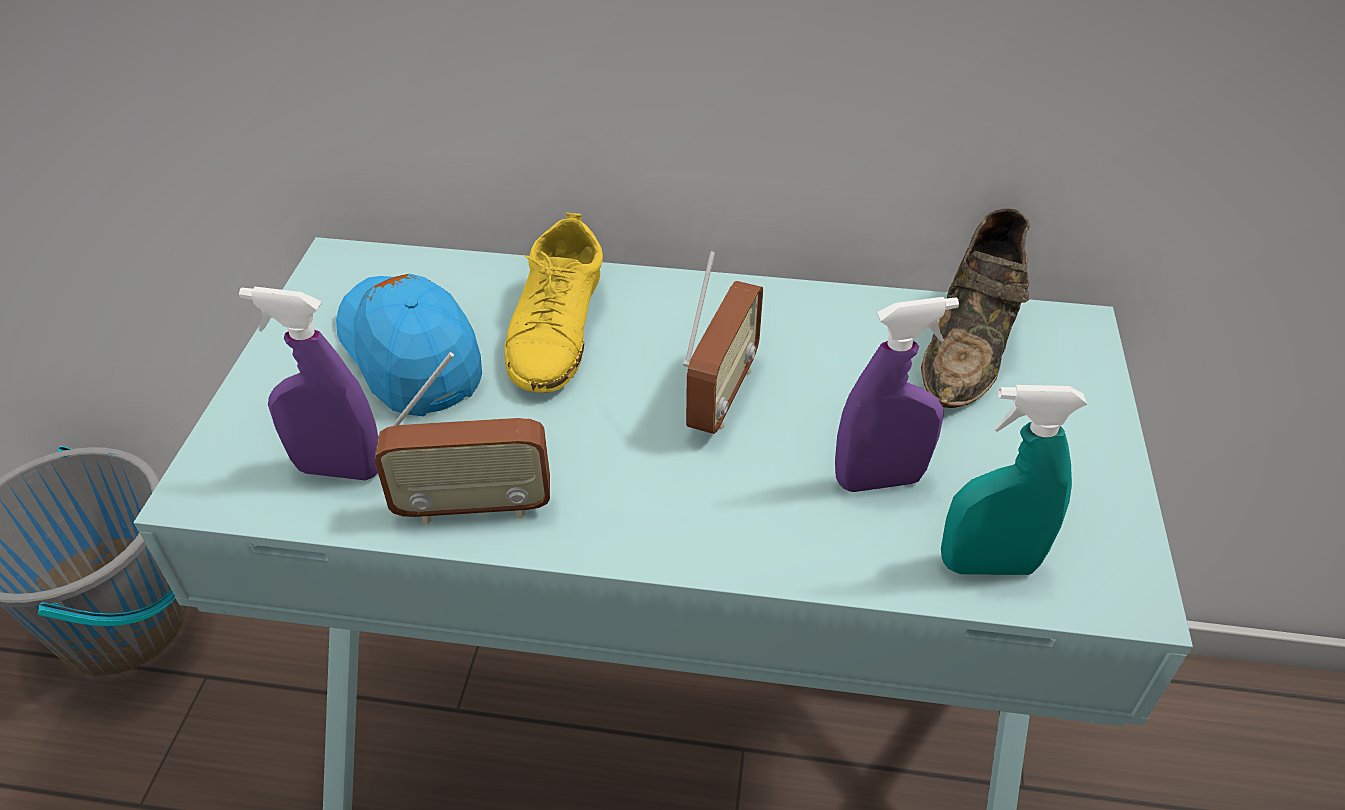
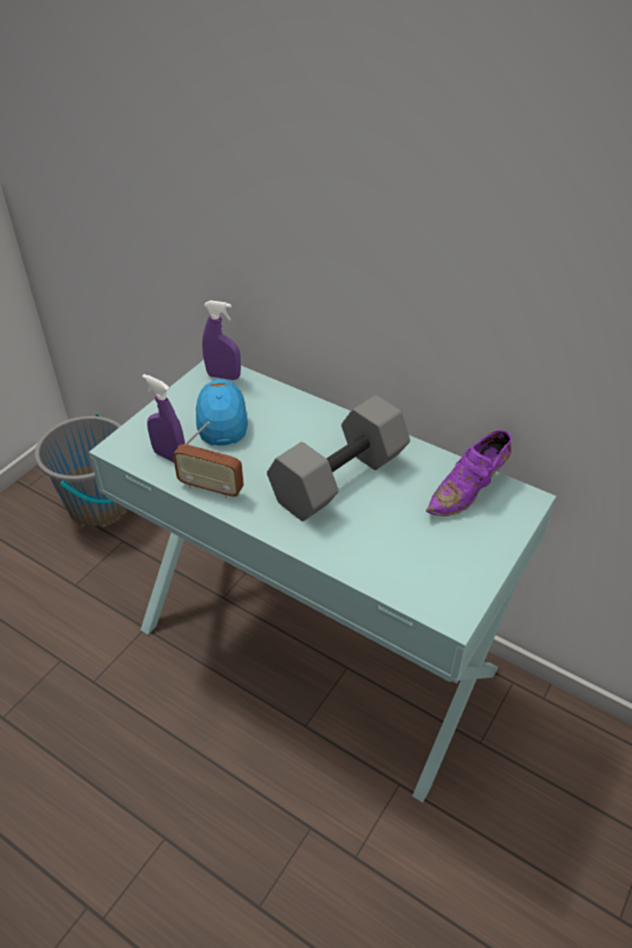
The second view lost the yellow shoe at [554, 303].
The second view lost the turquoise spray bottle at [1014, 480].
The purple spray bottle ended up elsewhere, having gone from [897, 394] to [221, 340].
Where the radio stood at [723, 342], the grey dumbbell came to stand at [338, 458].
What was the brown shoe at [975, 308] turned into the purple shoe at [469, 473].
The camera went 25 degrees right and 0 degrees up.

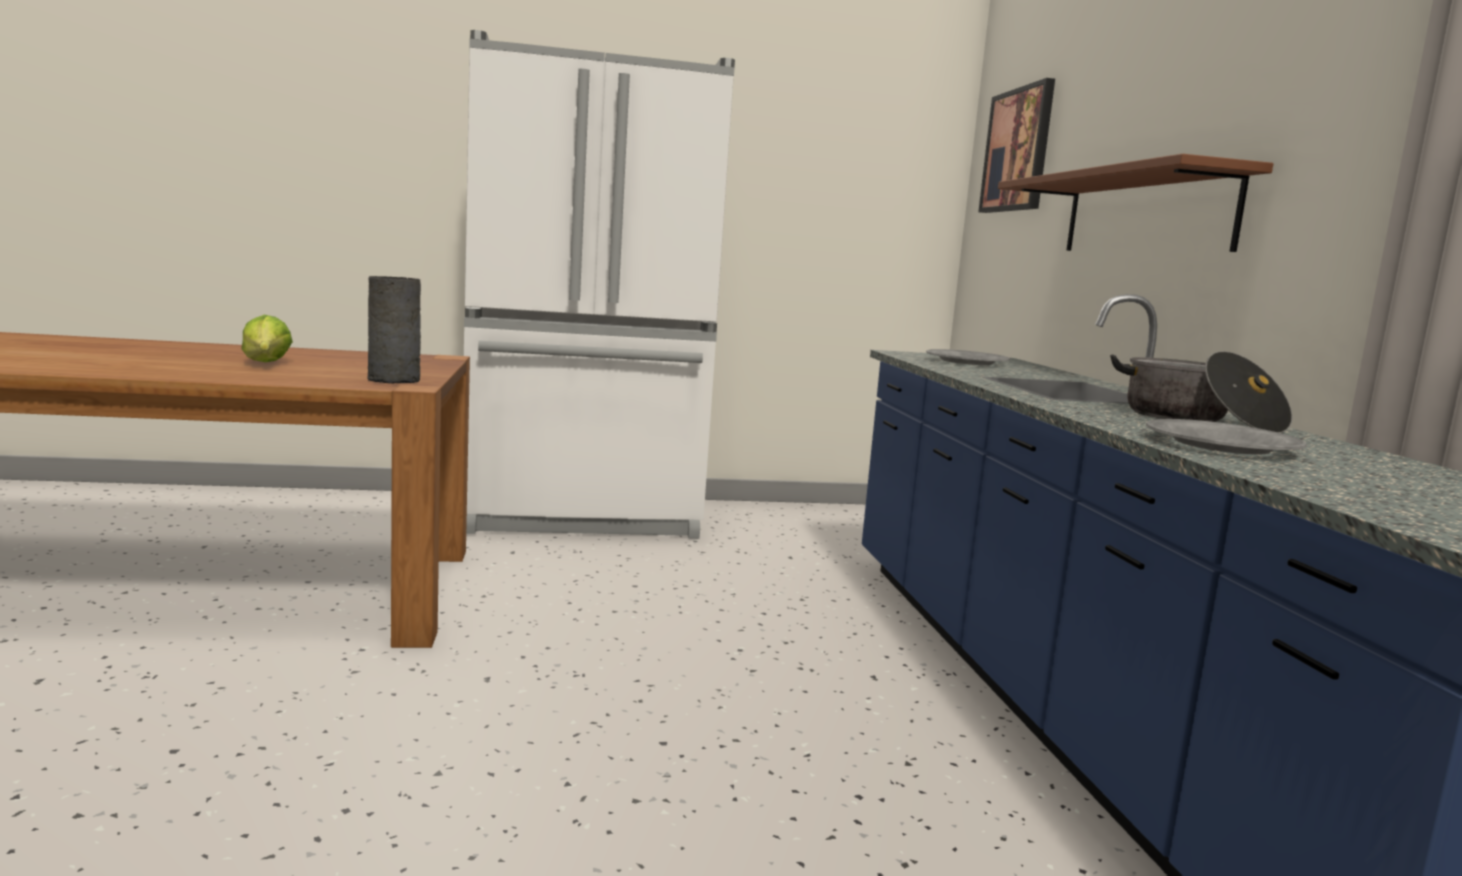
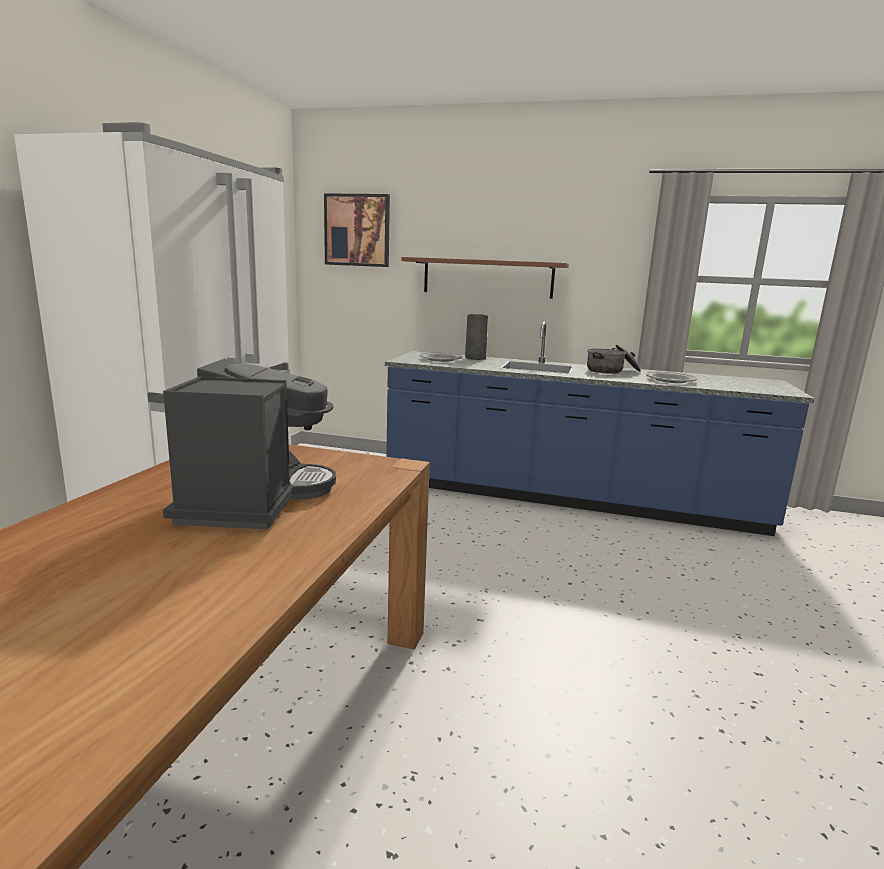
The grey vase ended up elsewhere, having gone from [394, 330] to [476, 337].
Where the lettuce stood at [267, 338], the coffee machine came to stand at [249, 444].
The camera went 65 degrees left and 5 degrees up.

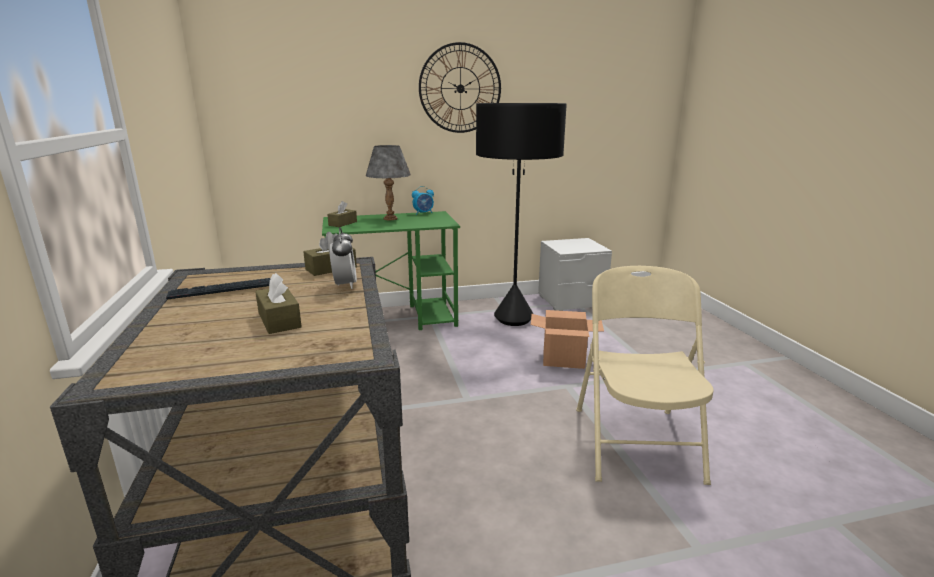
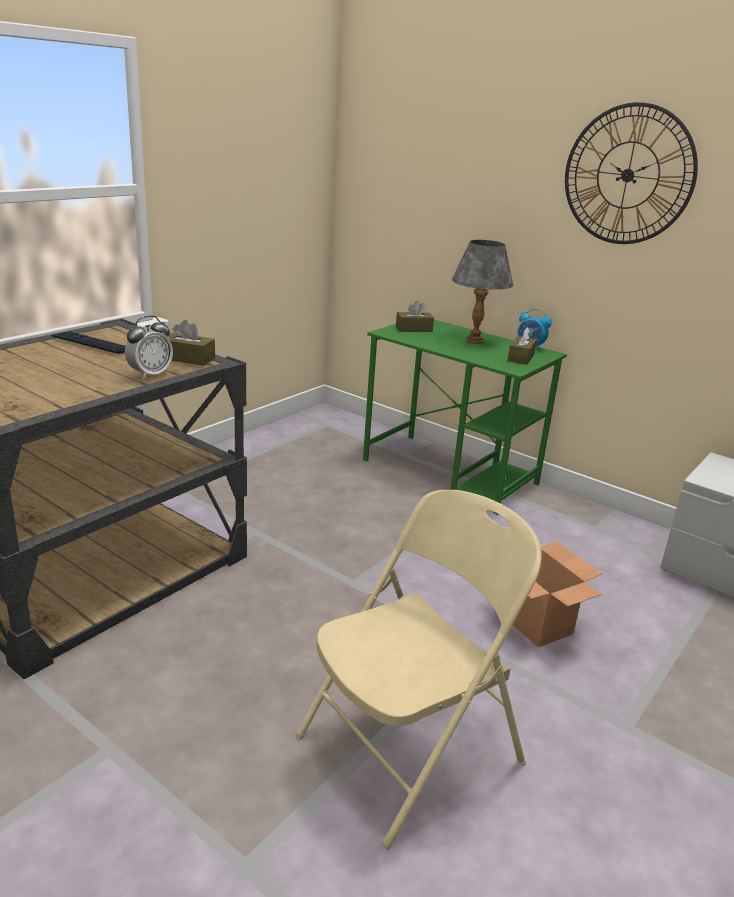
The second view lost the black floor lamp at [521, 214].
The brown tissue box ended up elsewhere, having gone from [278, 303] to [522, 346].
The camera went 50 degrees right and 5 degrees up.

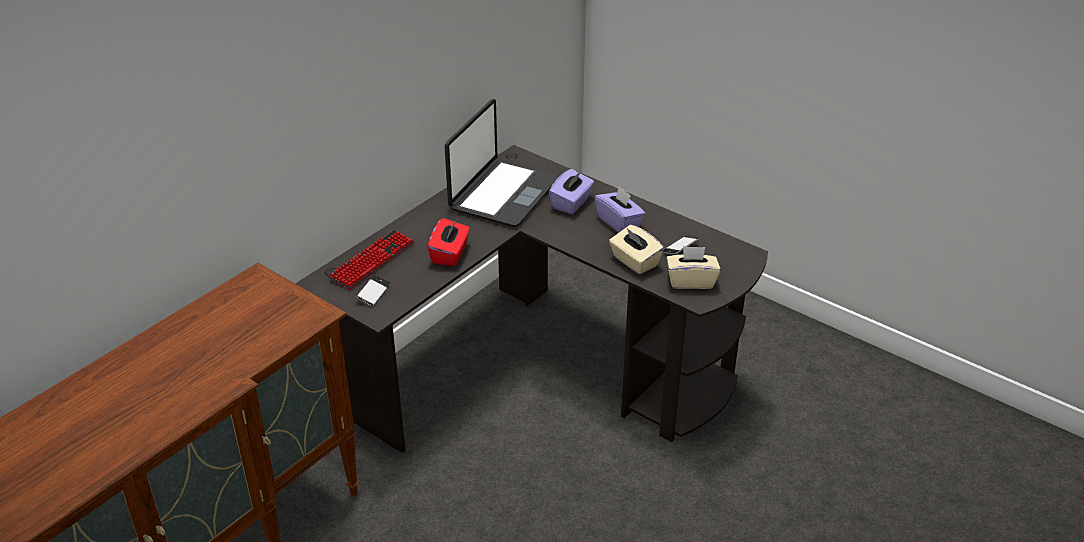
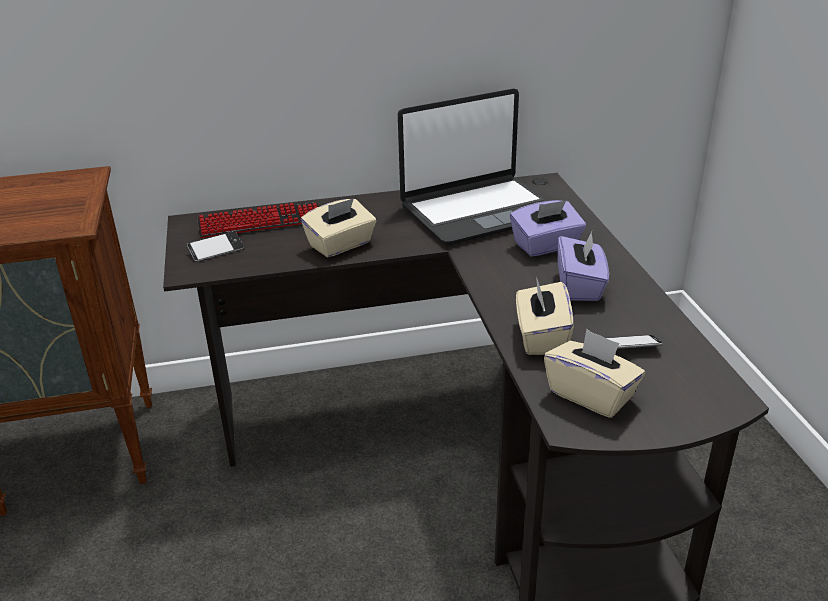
What was the red tissue box at [448, 242] turned into the beige tissue box at [338, 228].
The camera went 40 degrees right and 5 degrees down.

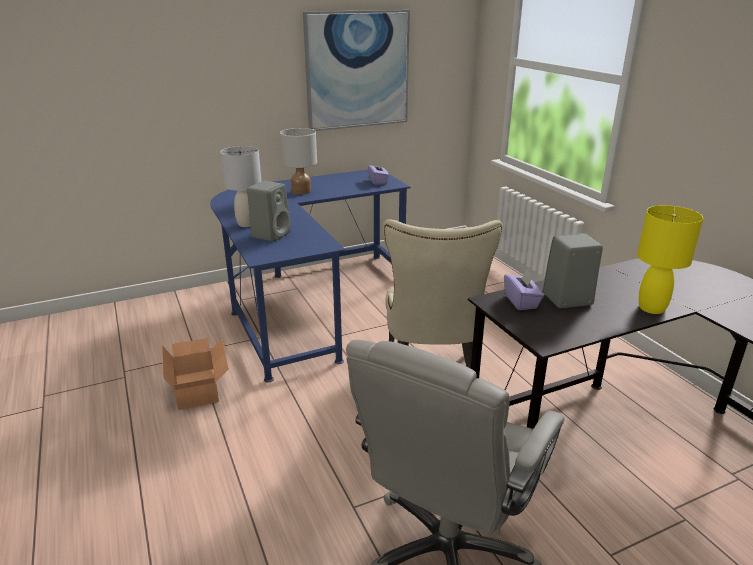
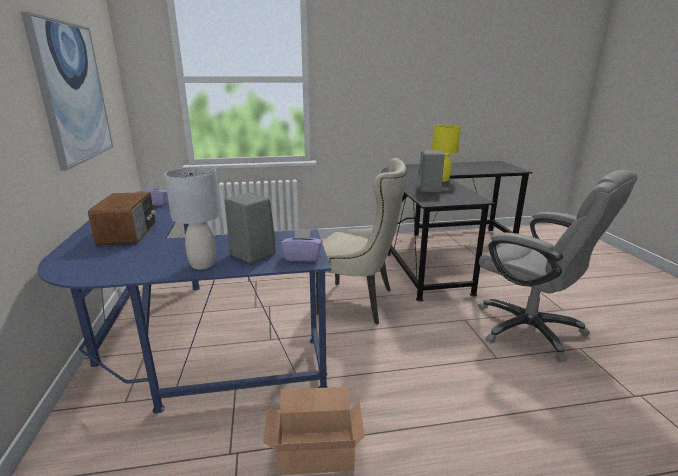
The purple tissue box ended up elsewhere, having gone from [524, 289] to [301, 245].
Where the grey table lamp stood at [298, 161], the radio came to stand at [122, 218].
The camera went 75 degrees left and 5 degrees down.

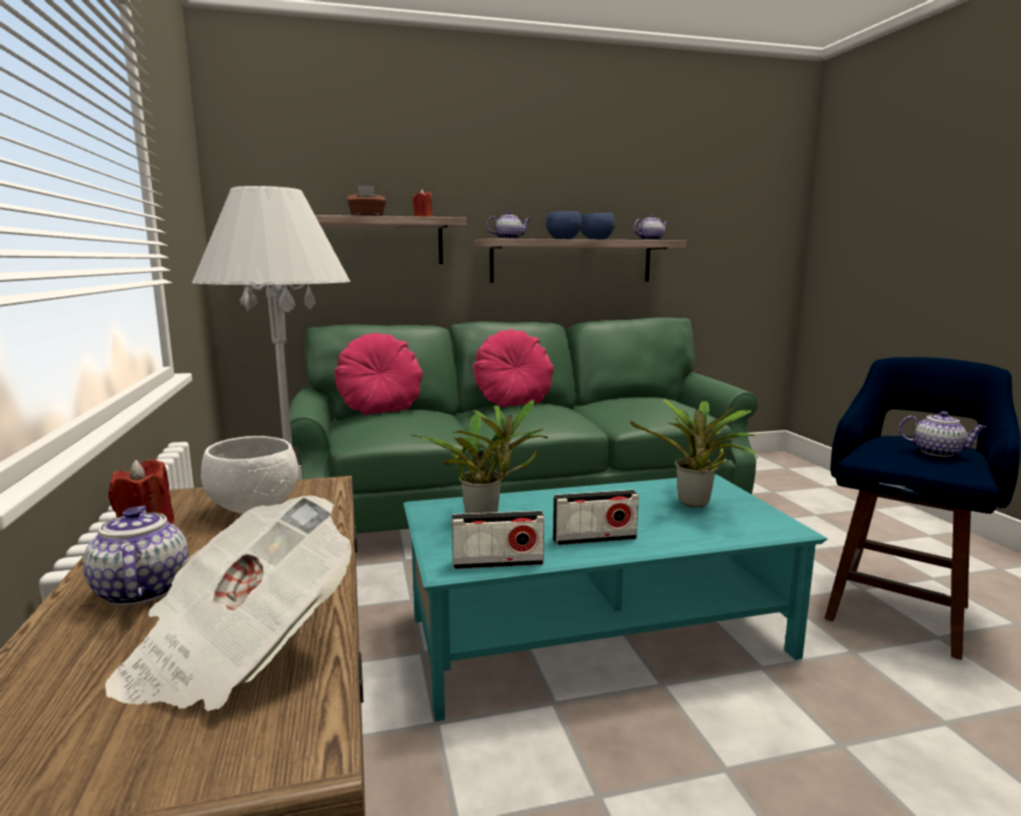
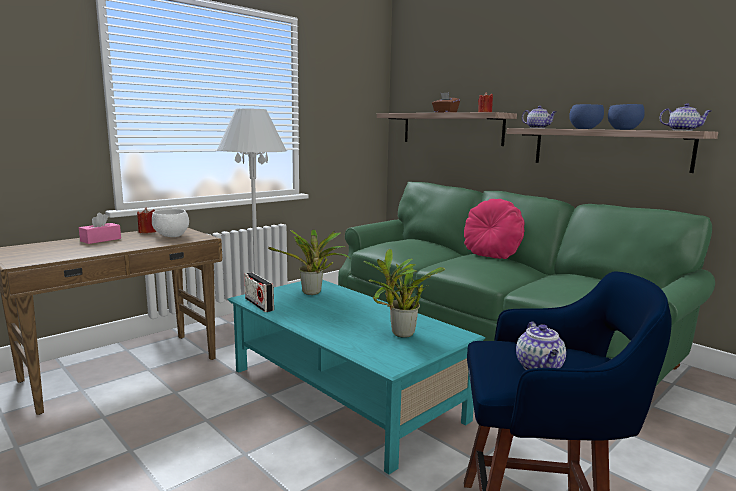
The second view lost the newspaper at [228, 603].
The second view lost the pink pillow at [378, 374].
The second view lost the radio at [596, 517].
Where the teapot stood at [135, 555], the pink tissue box came to stand at [100, 228].
The camera went 60 degrees right and 0 degrees up.

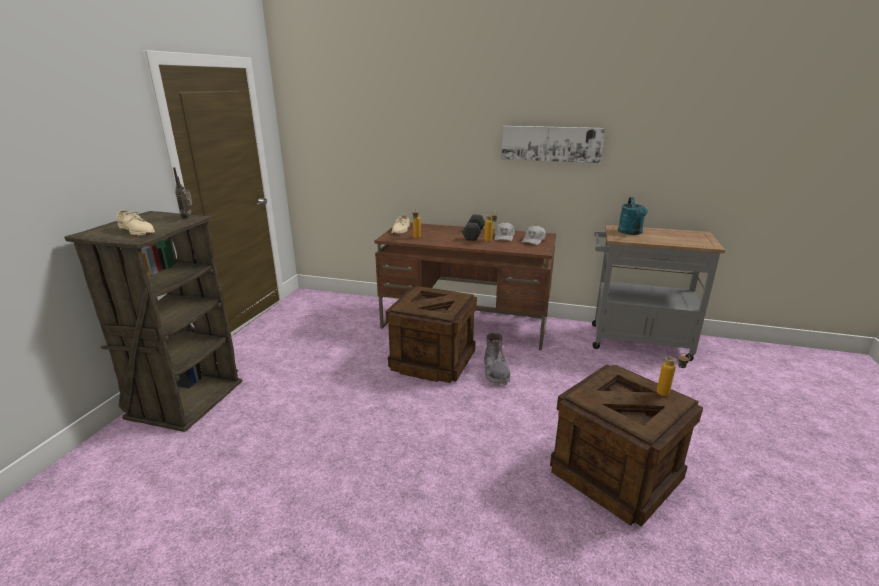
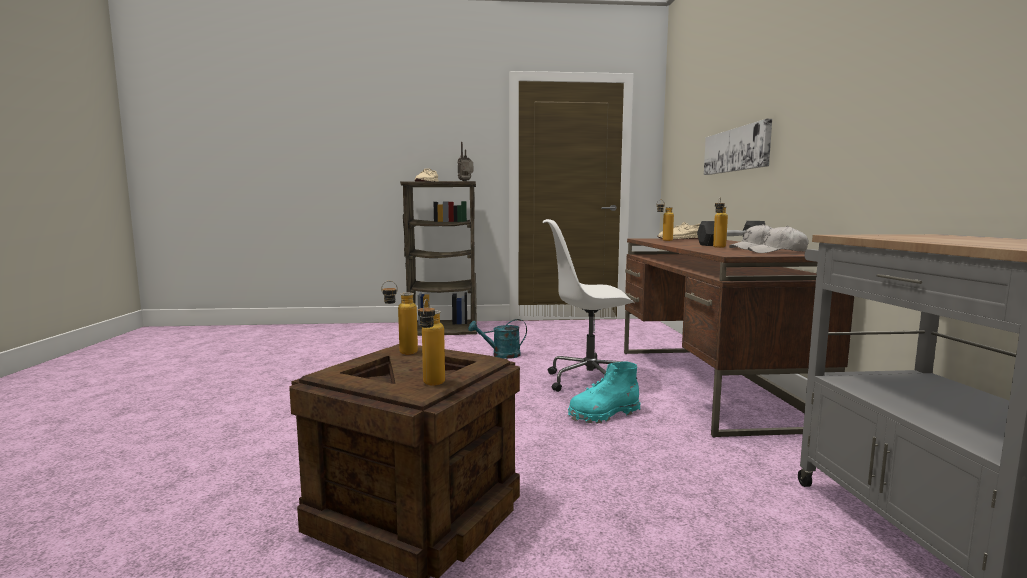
The second view gained the bottle at [399, 318].
The picture ended up elsewhere, having gone from [553, 144] to [738, 147].
The turquoise watering can ended up elsewhere, having gone from [632, 216] to [497, 339].
Where the crate stood at [431, 334], the white office chair came to stand at [590, 305].
What was the grey boot at [497, 359] turned into the turquoise boot at [604, 392].
The camera went 70 degrees right and 15 degrees down.

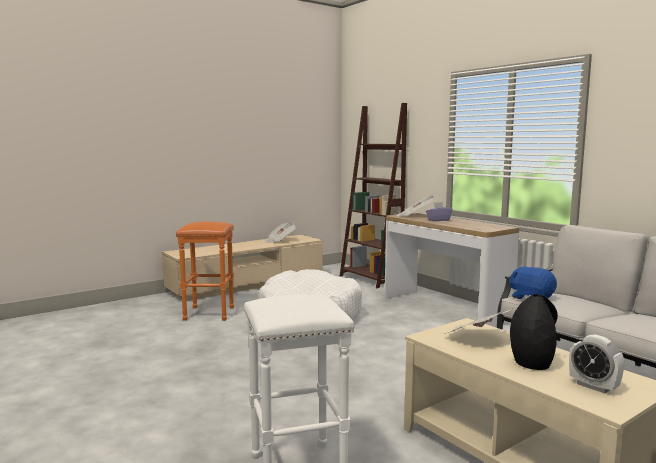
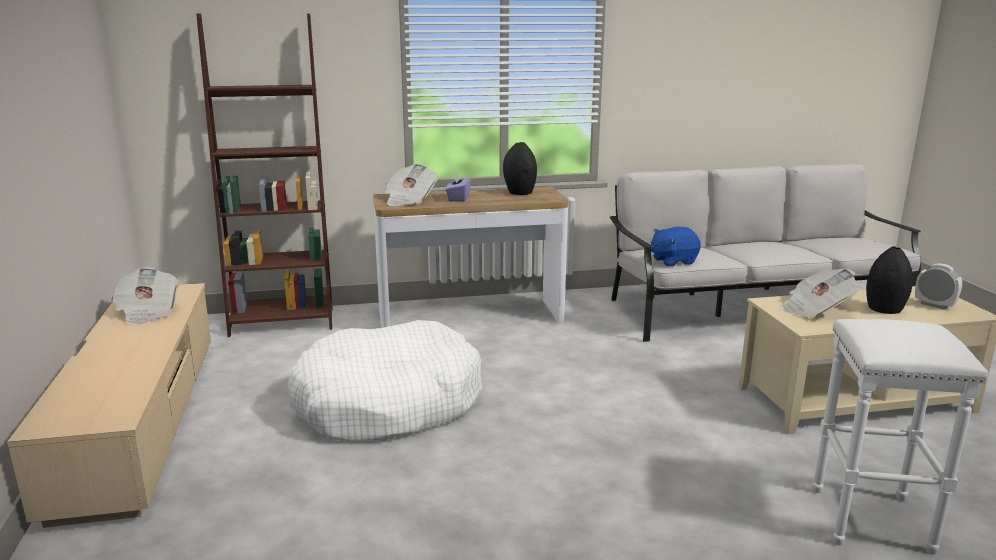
The second view lost the orange stool at [205, 271].
The second view gained the black vase at [520, 168].
The alarm clock at [596, 363] ended up facing another way, 120 degrees counterclockwise from before.
The camera went 65 degrees left and 10 degrees up.

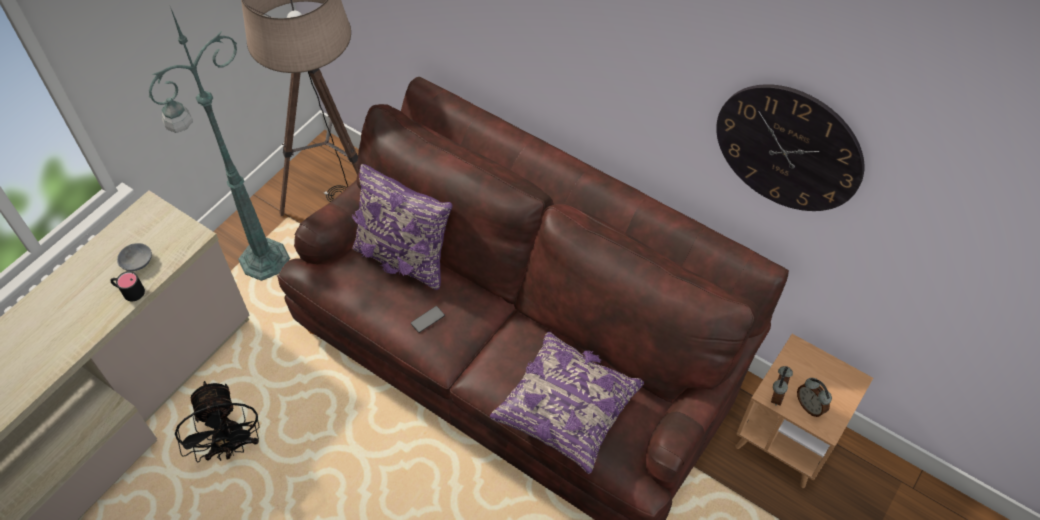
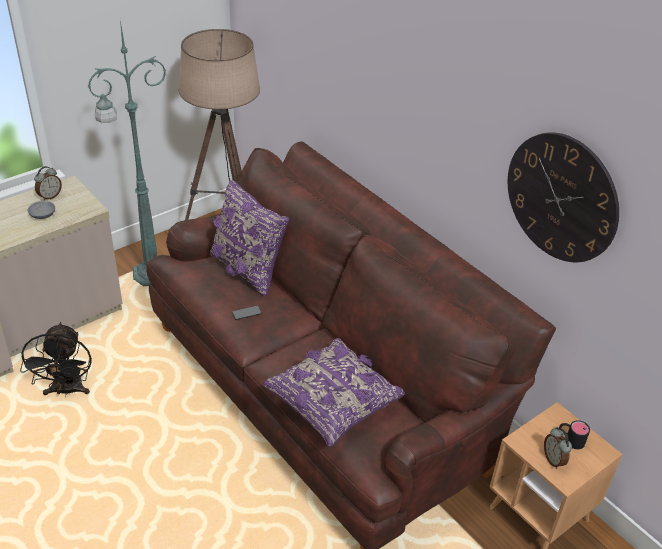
The black mug ended up elsewhere, having gone from [127, 286] to [574, 434].
The alarm clock ended up elsewhere, having gone from [782, 386] to [48, 183].
The camera went 15 degrees right and 15 degrees down.

